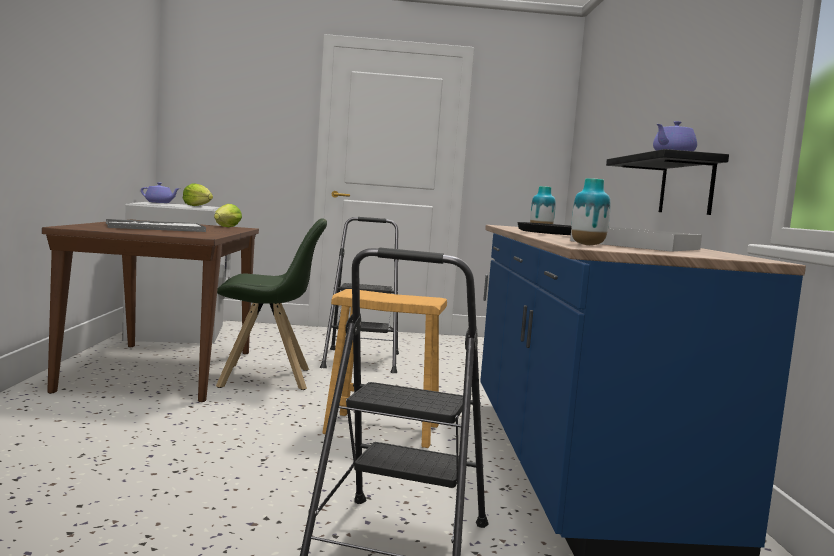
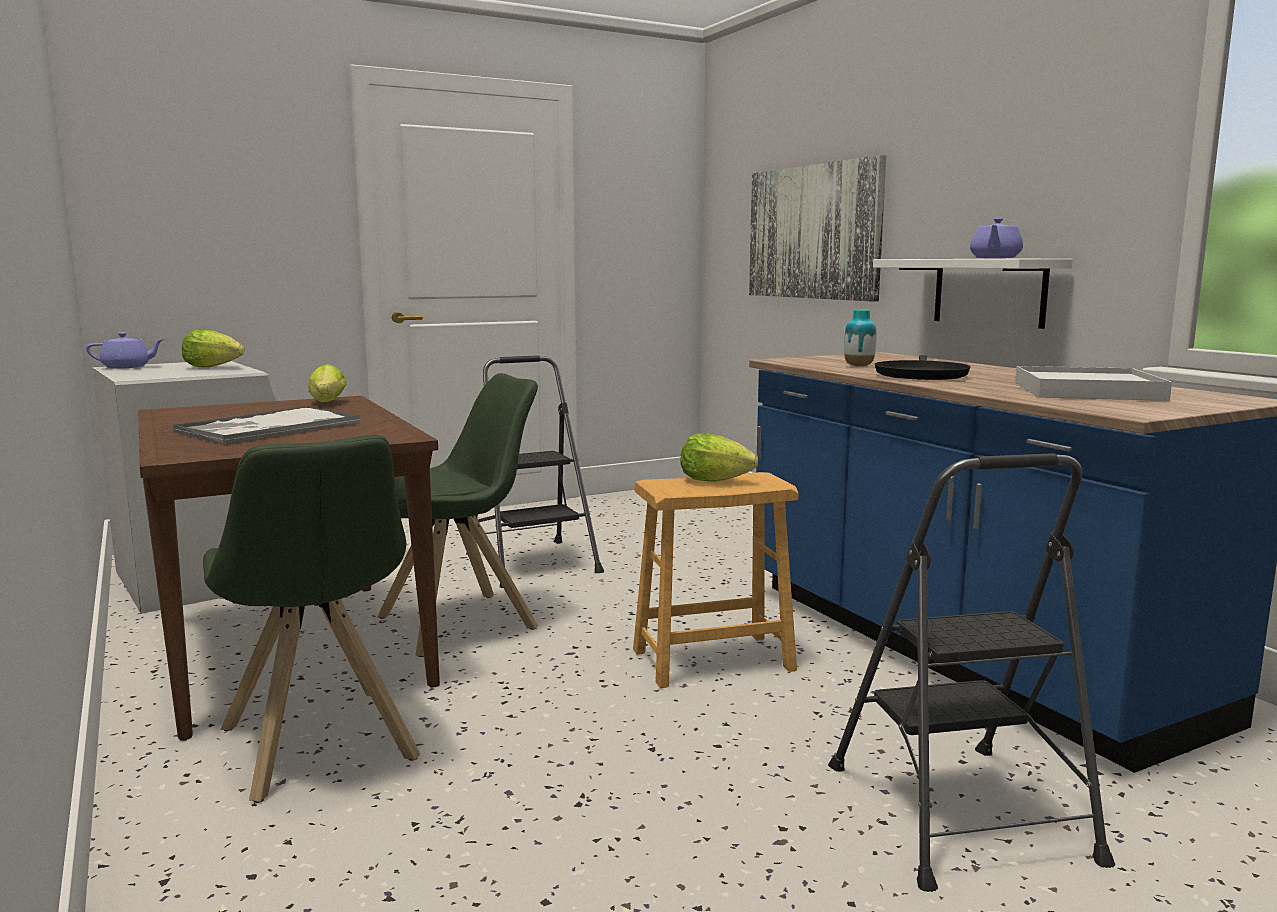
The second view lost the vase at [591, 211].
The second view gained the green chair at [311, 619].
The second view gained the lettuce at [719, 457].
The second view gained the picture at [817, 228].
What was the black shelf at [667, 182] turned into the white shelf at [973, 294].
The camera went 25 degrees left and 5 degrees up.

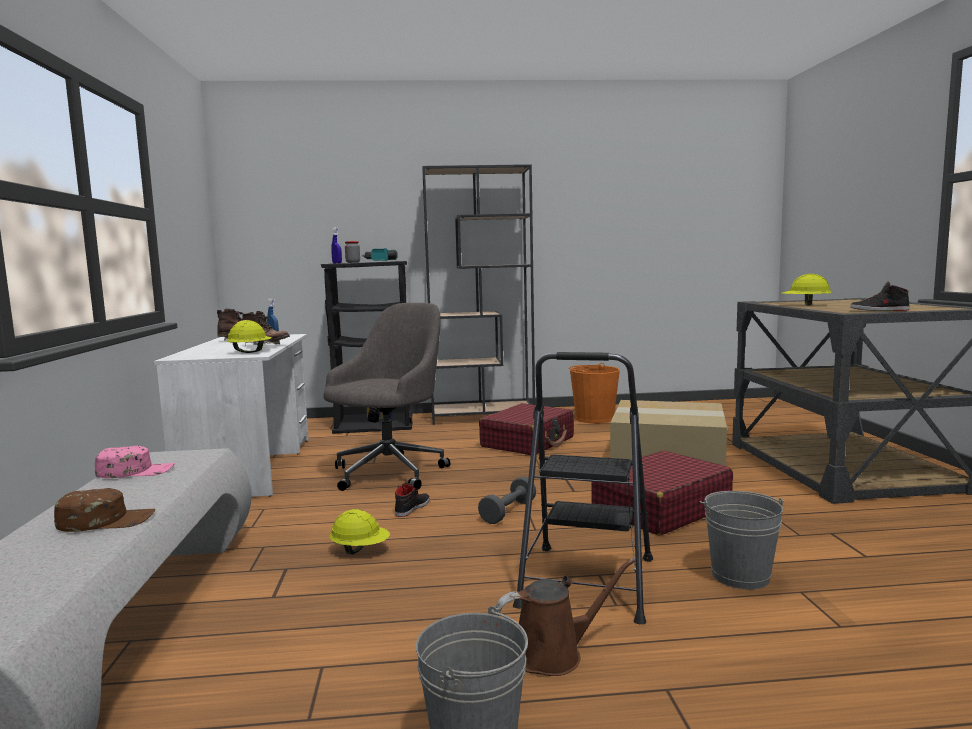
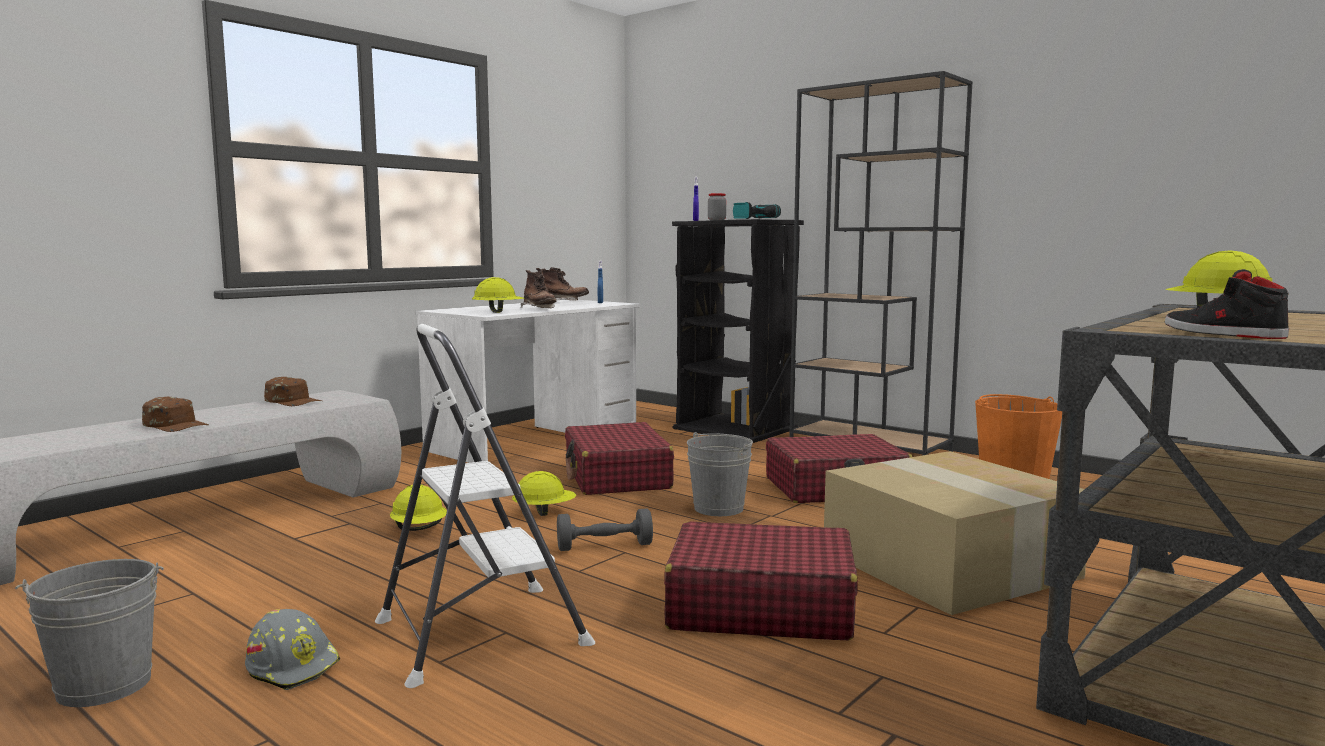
The grey bucket ended up elsewhere, having gone from [742, 540] to [720, 474].
Where the grey office chair stood at [386, 397], the red suitcase came to stand at [619, 458].
Where the black shoe stood at [412, 500], the yellow hard hat came to stand at [544, 493].
Where the brown watering can stood at [565, 617], the grey hard hat came to stand at [293, 649].
What was the pink cap at [135, 461] turned into the brown cap at [293, 391].
What was the black step ladder at [583, 488] turned into the white step ladder at [485, 506].
The camera went 45 degrees right and 0 degrees up.

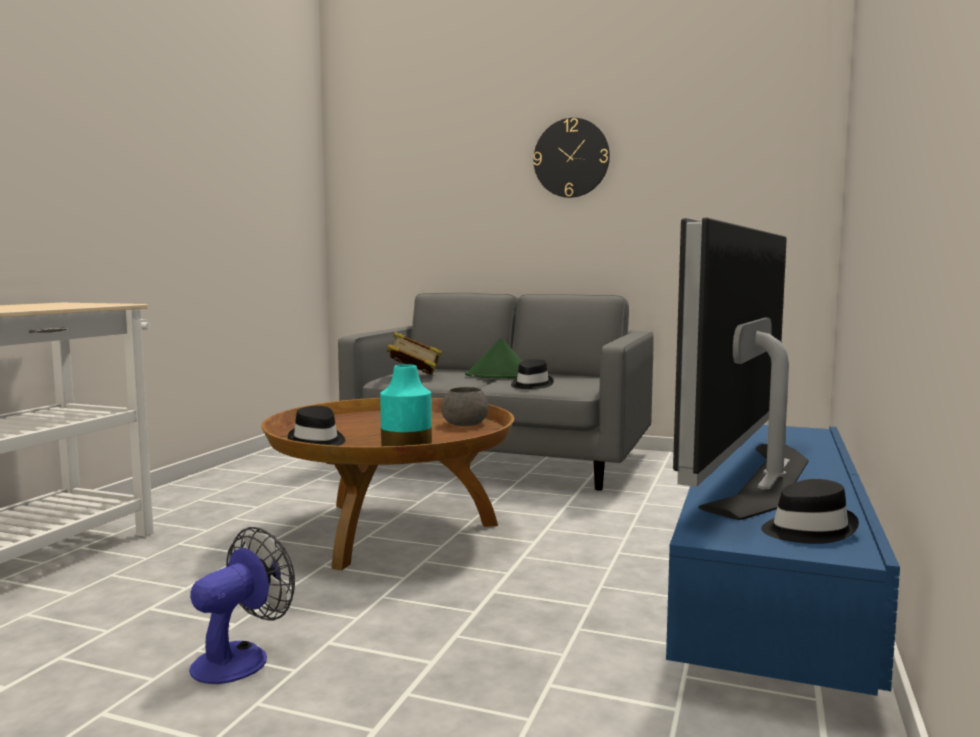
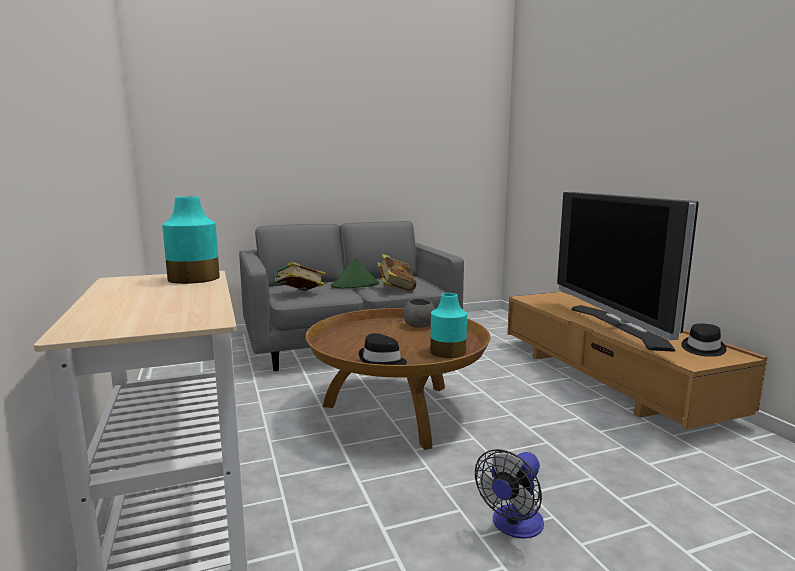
The second view lost the wall clock at [571, 158].
The second view gained the turquoise vase at [191, 240].
Where the black hat stood at [532, 374], the book came to stand at [396, 273].
What was the blue tv stand at [783, 560] turned into the brown tv stand at [637, 360].
The fan at [242, 605] ended up facing another way, 135 degrees counterclockwise from before.
The camera went 40 degrees left and 5 degrees up.

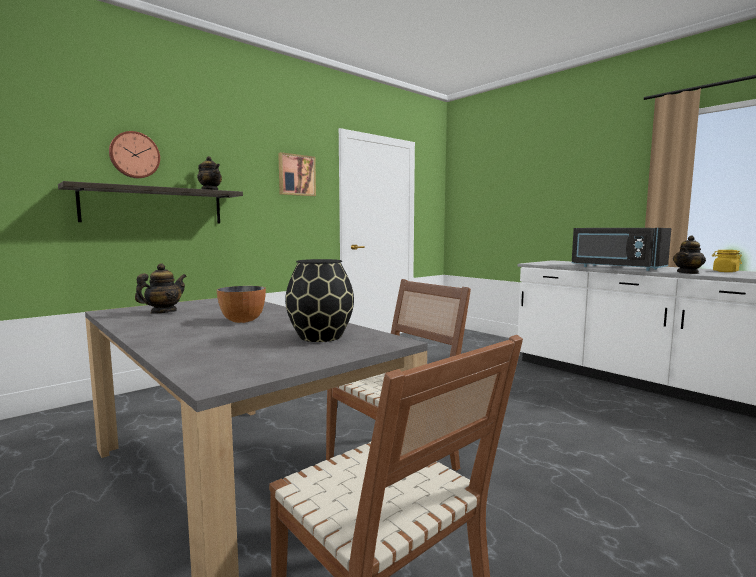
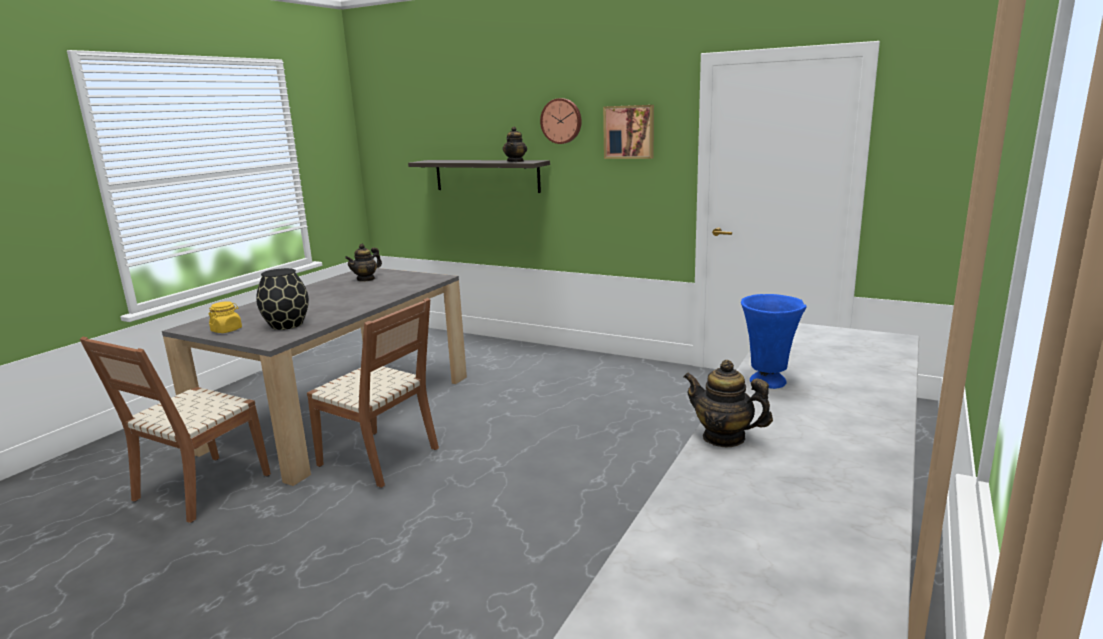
The second view lost the bowl at [241, 304].
The wall clock ended up elsewhere, having gone from [134, 154] to [561, 121].
The yellow jar ended up elsewhere, having gone from [727, 261] to [225, 317].
Where the black microwave stood at [621, 249], the blue vase came to stand at [774, 341].
The teapot at [161, 288] ended up facing another way, 120 degrees clockwise from before.
The camera went 70 degrees right and 10 degrees up.

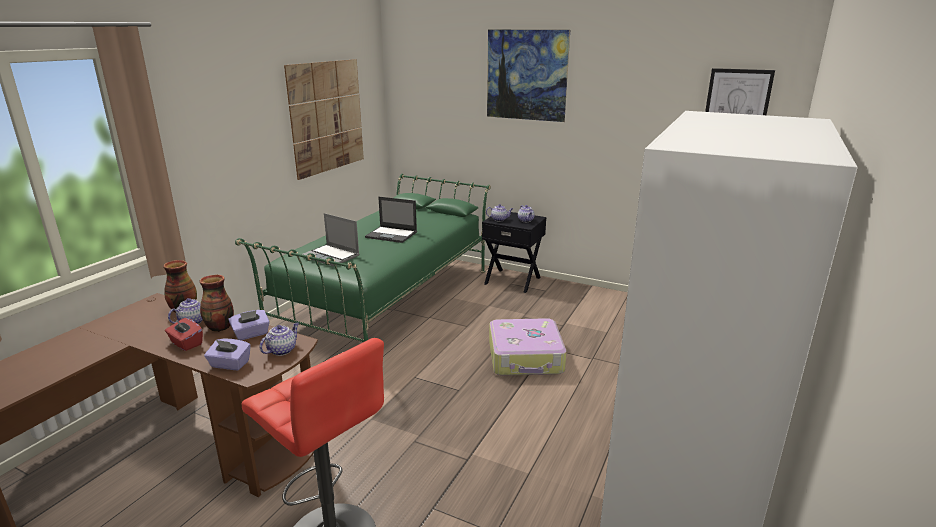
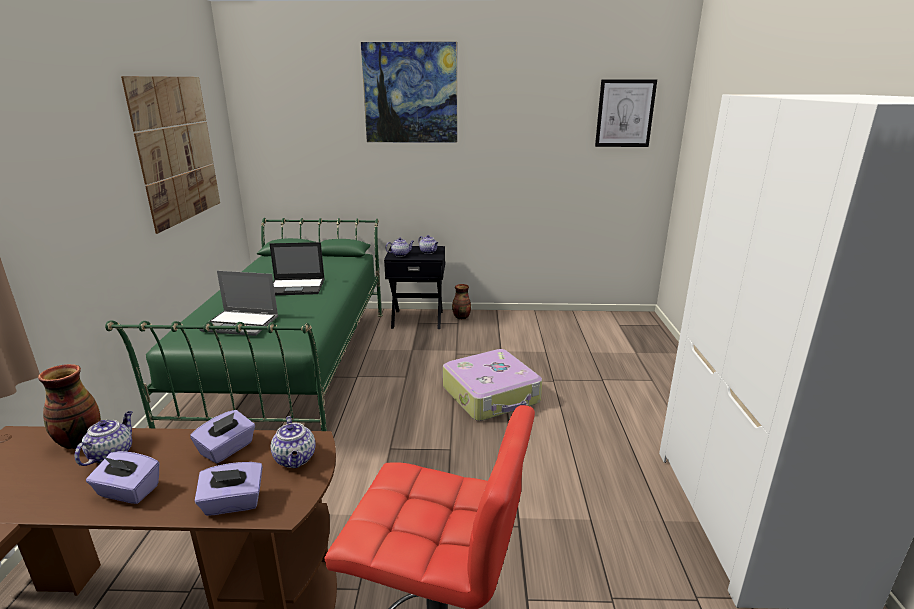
The vase ended up elsewhere, having gone from [216, 303] to [461, 301].
What was the red tissue box at [184, 334] turned into the purple tissue box at [122, 477].
The teapot at [279, 339] ended up facing another way, 150 degrees clockwise from before.
The camera went 25 degrees left and 0 degrees up.

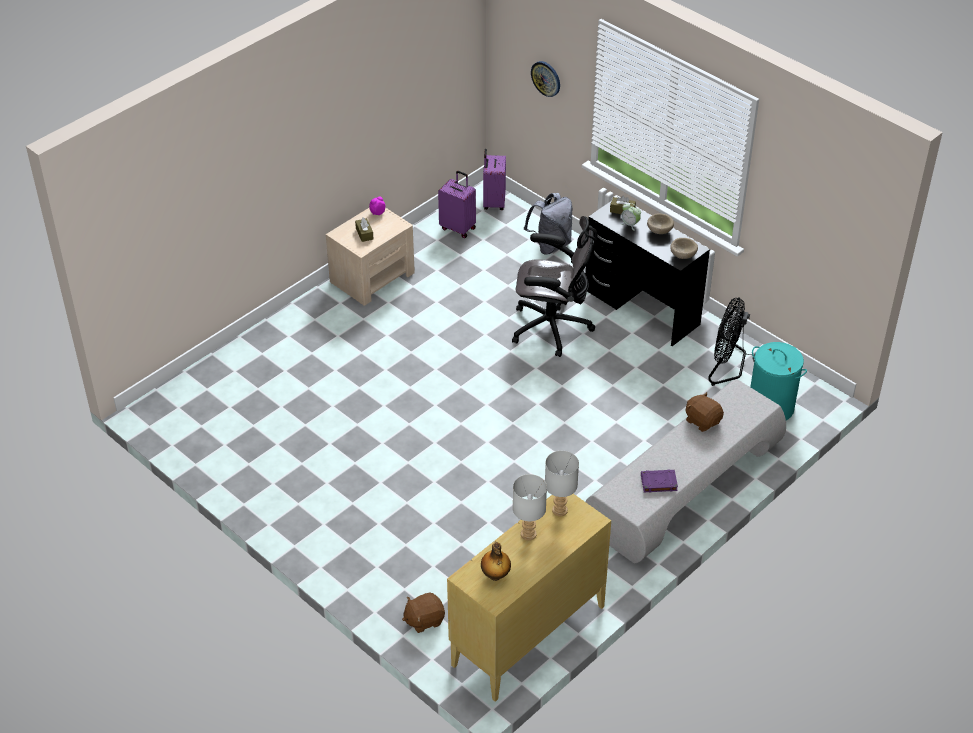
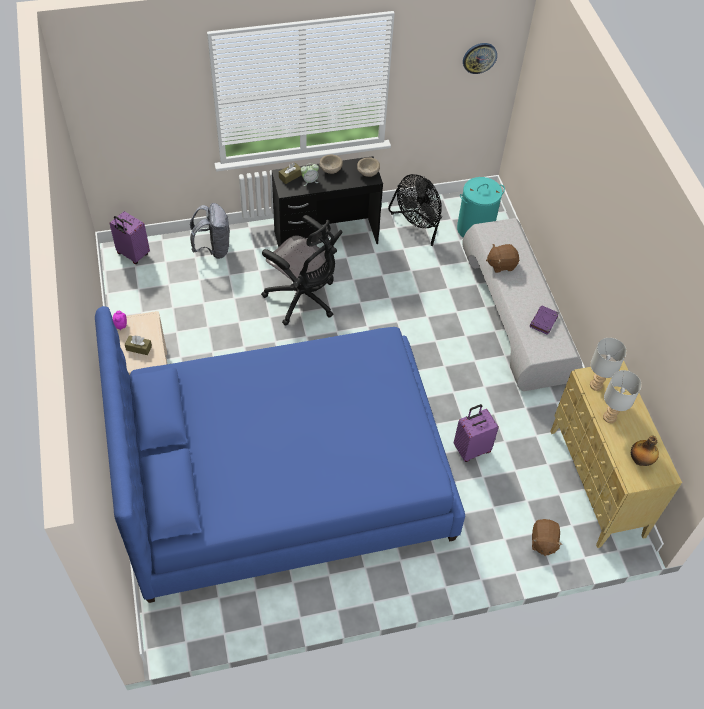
The second view gained the blue bed at [280, 454].
The purple suitcase ended up elsewhere, having gone from [457, 204] to [476, 433].
The wall clock ended up elsewhere, having gone from [545, 79] to [480, 58].
The office chair at [554, 286] ended up facing another way, 90 degrees clockwise from before.
The camera went 60 degrees left and 10 degrees up.

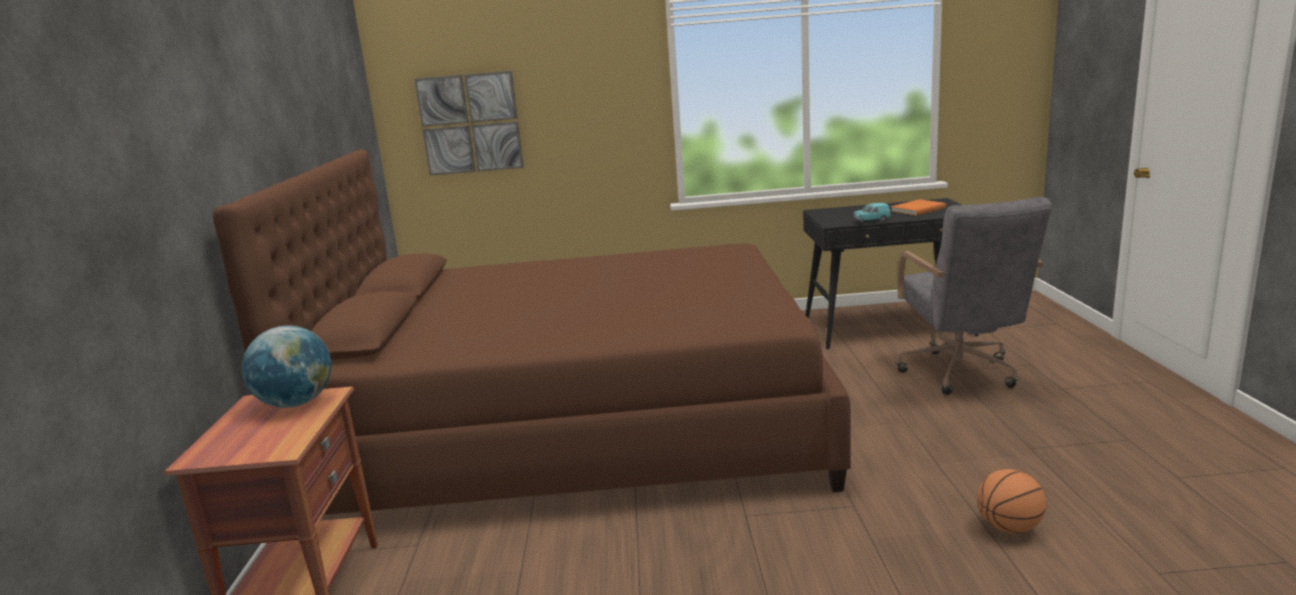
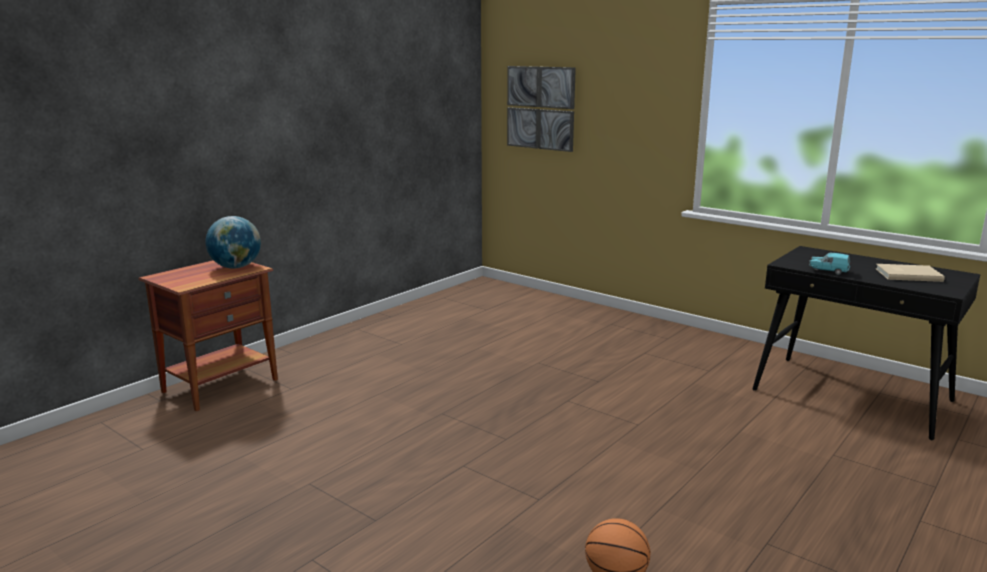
The second view lost the brown bed at [532, 332].
The second view lost the grey office chair at [973, 296].
What was the orange book at [918, 207] turned into the beige book at [910, 273].
The camera went 40 degrees right and 0 degrees up.

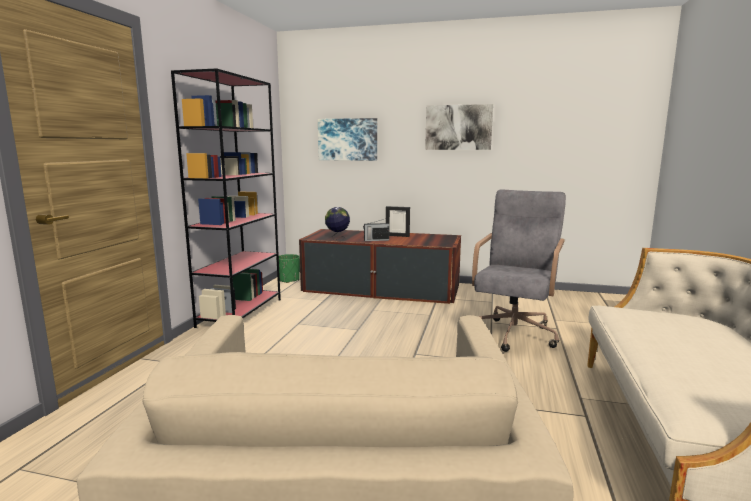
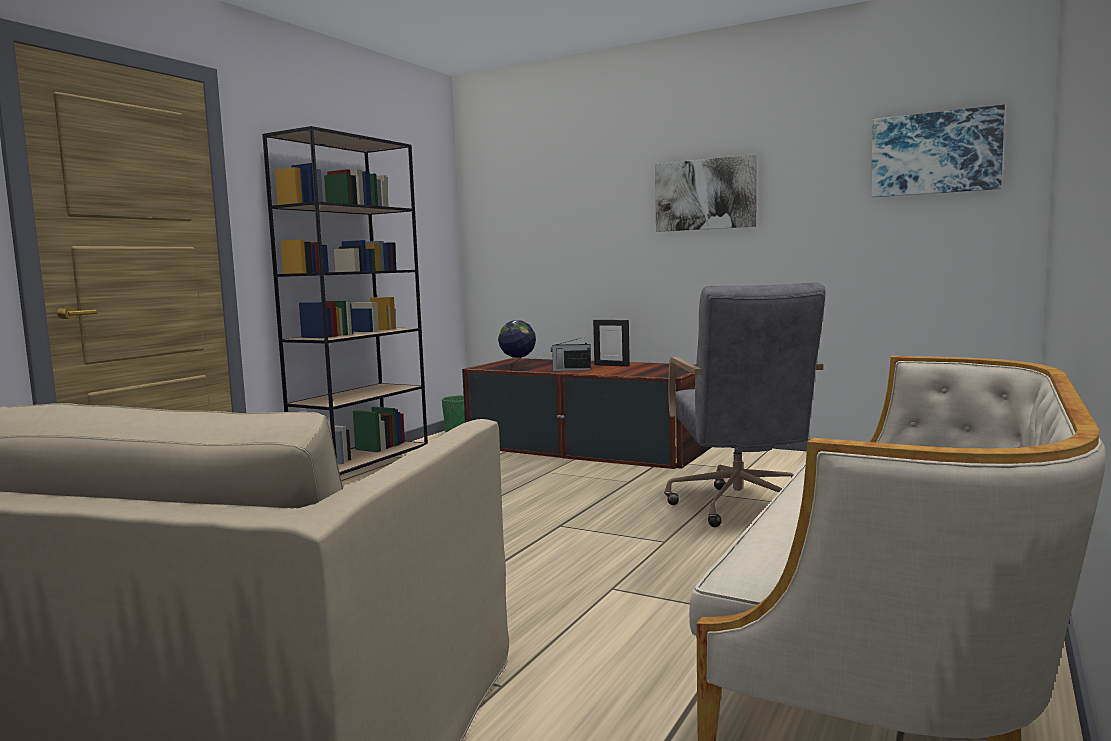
The picture ended up elsewhere, having gone from [347, 139] to [938, 150].
What was the red bookcase at [226, 198] turned into the beige bookcase at [345, 300].
The grey office chair at [519, 270] ended up facing another way, 135 degrees clockwise from before.
The camera went 15 degrees right and 5 degrees down.

